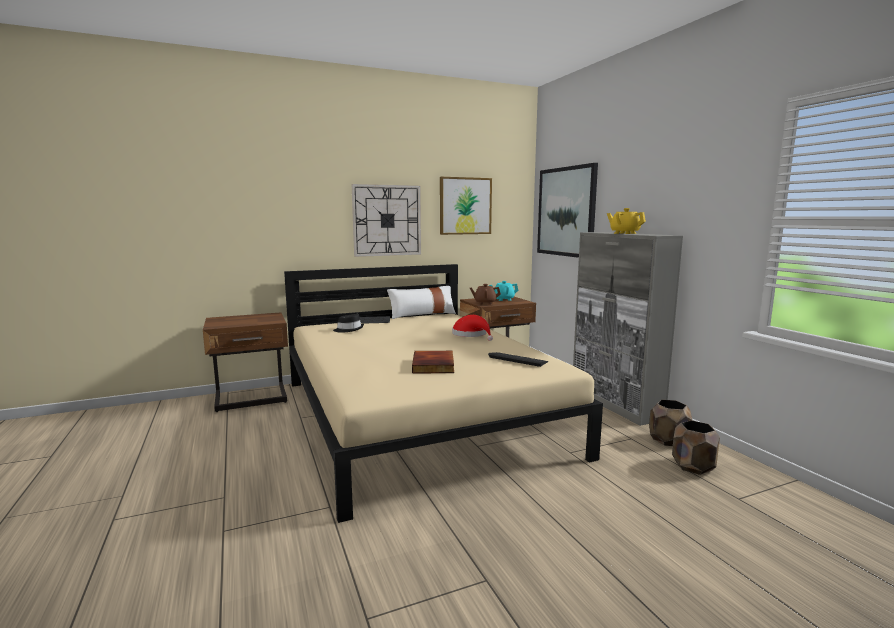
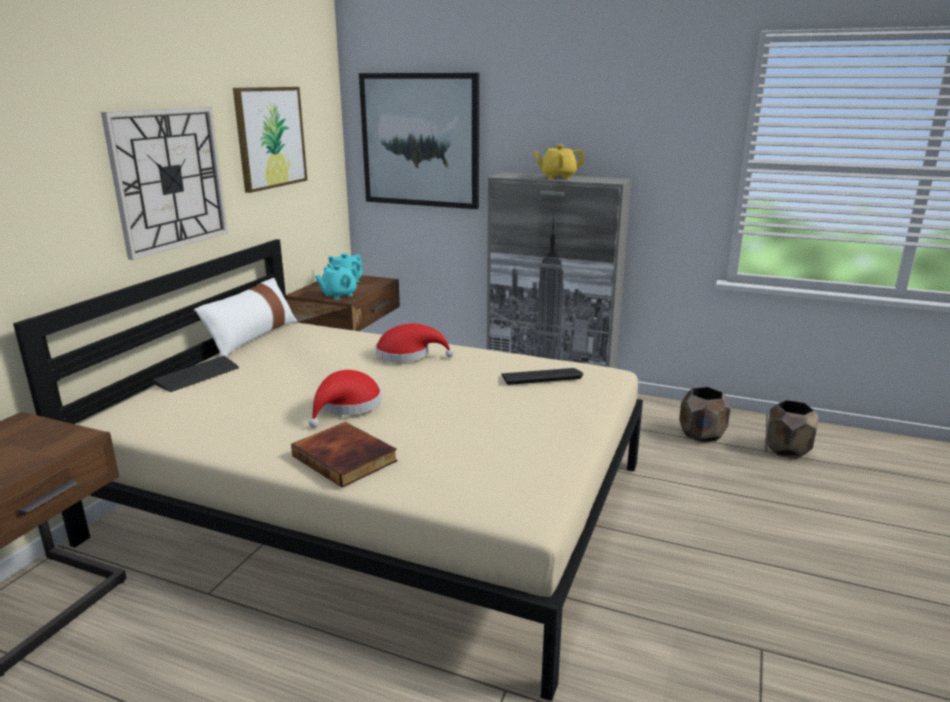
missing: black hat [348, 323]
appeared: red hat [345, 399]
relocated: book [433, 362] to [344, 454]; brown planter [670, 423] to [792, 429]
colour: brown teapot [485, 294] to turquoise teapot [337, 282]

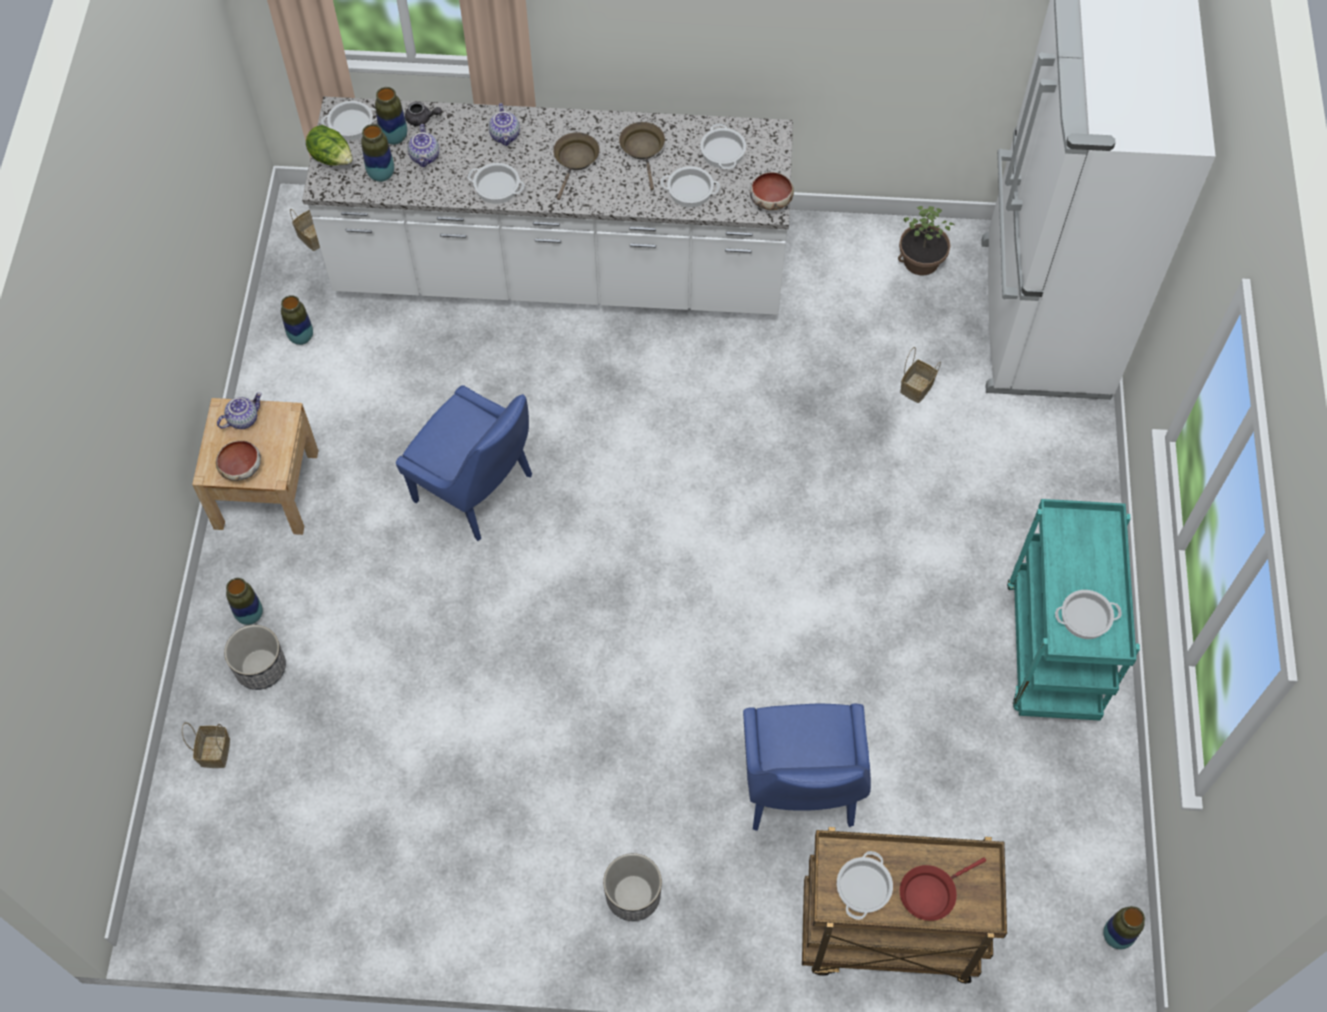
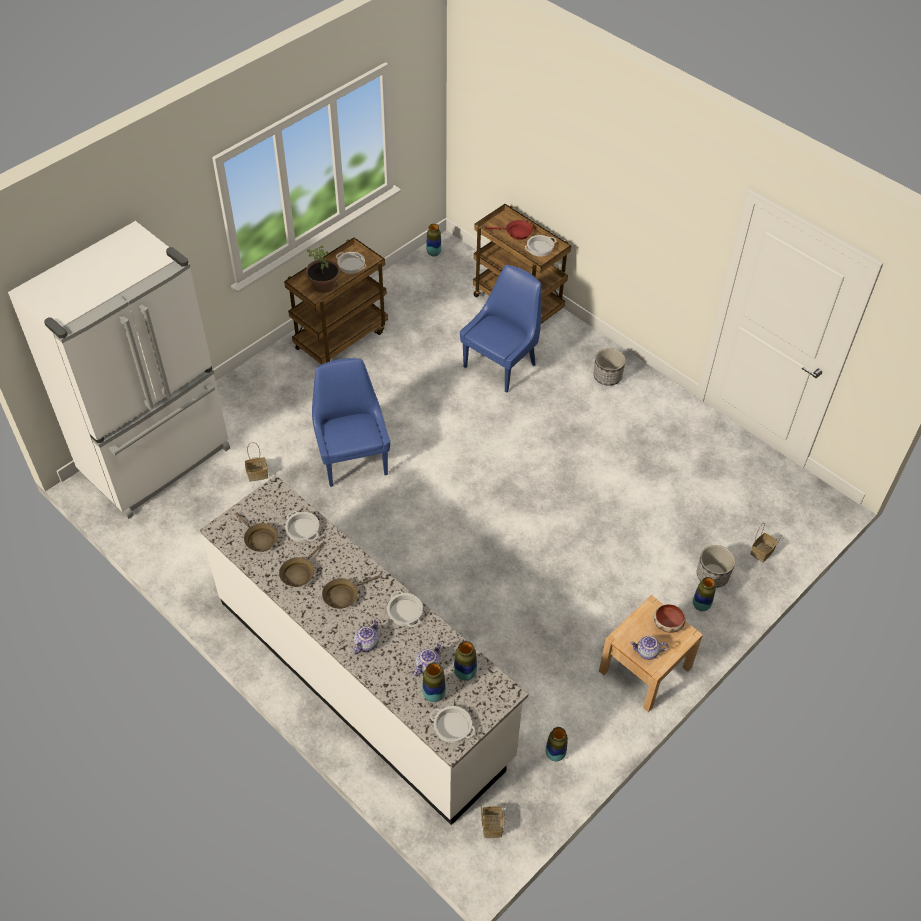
missing: lettuce [329, 145]; grey teapot [423, 113]; bowl [772, 191]
relocated: blue chair [464, 463] to [351, 422]; potted plant [926, 240] to [323, 269]
exchanged: cooking pot [723, 146] to brown frying pan [256, 532]
colour: turquoise cart [1073, 610] to brown cart [336, 301]

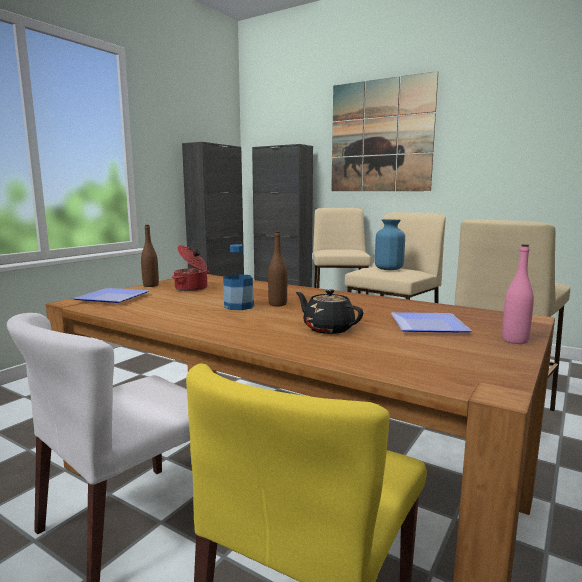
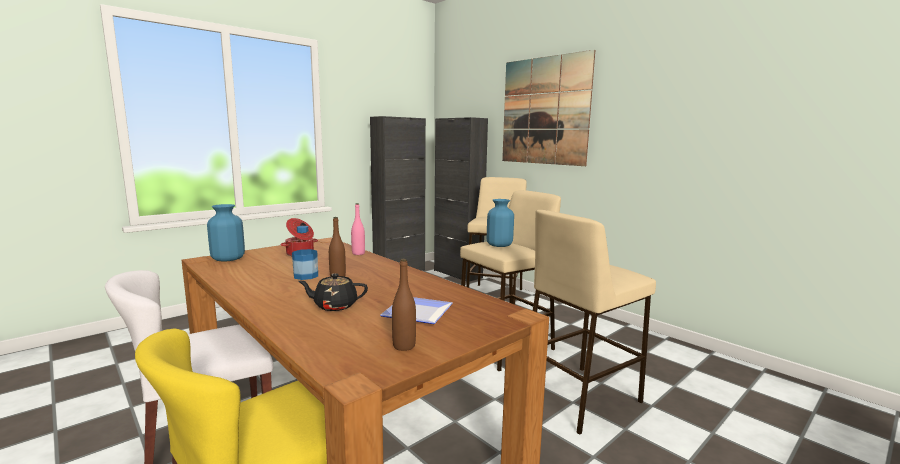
relocated: brown bottle [150, 256] to [404, 305]; pink bottle [518, 294] to [358, 229]
exchanged: plate [111, 295] to blue vase [226, 233]
spun: black teapot [329, 311] = [333, 292] 60 degrees counterclockwise

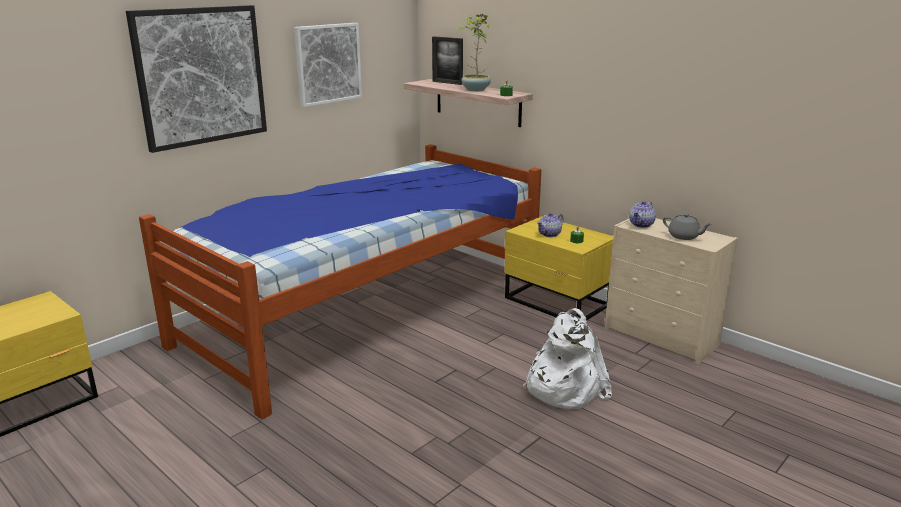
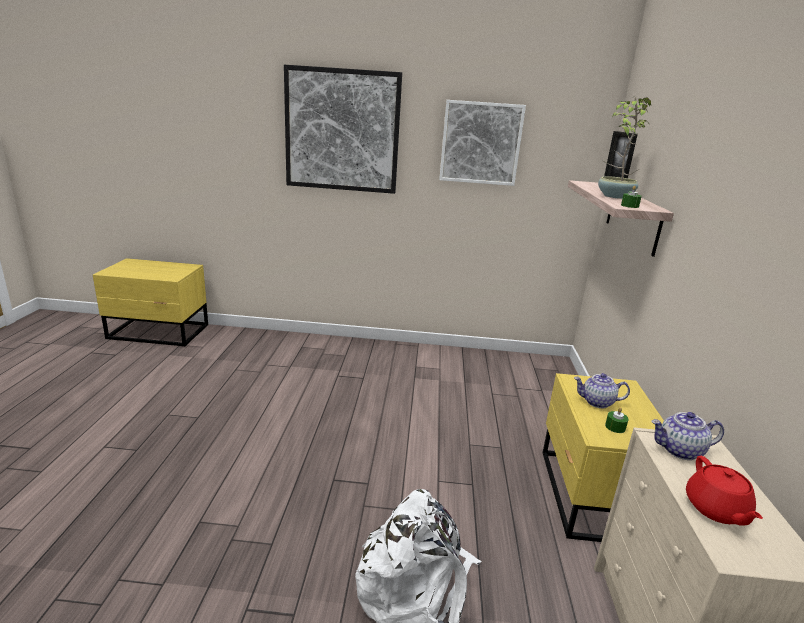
missing: bed [340, 281]
colour: grey teapot [687, 226] to red teapot [724, 490]

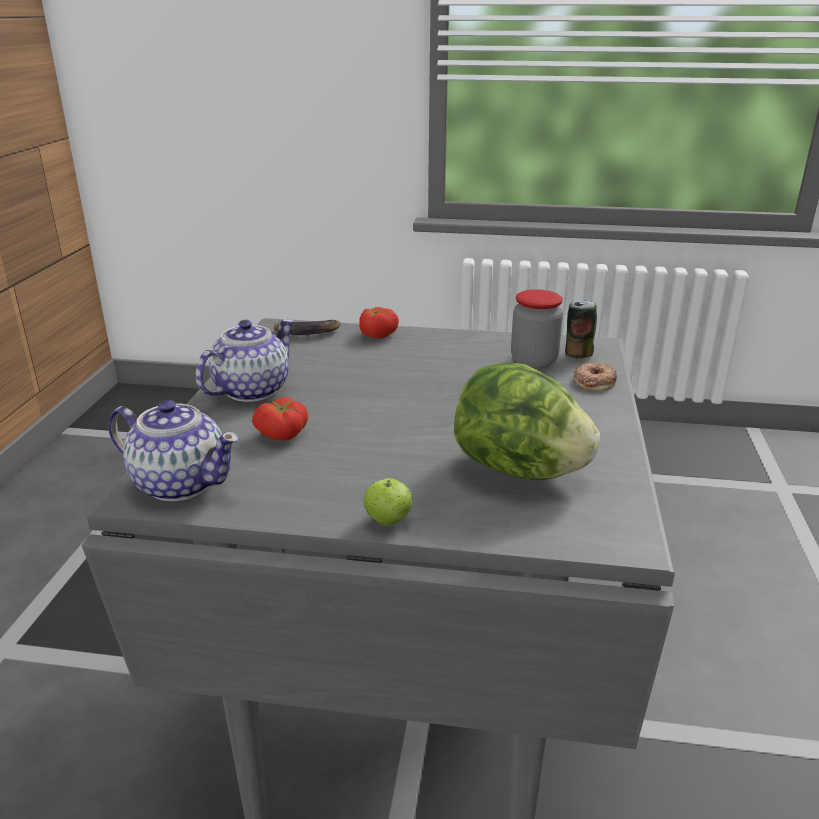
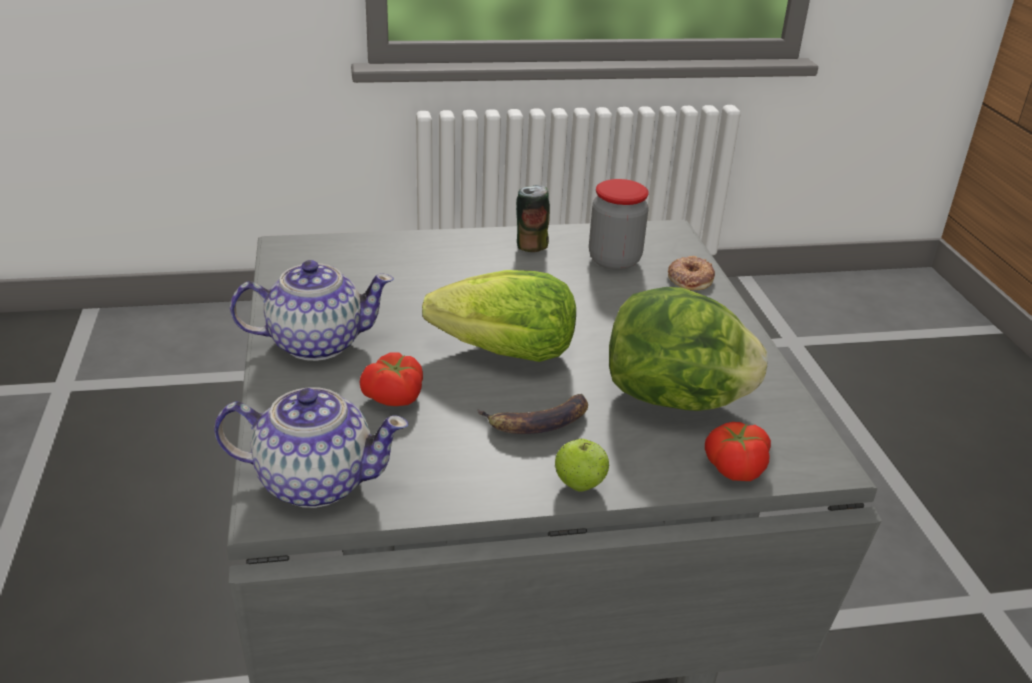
appeared: lettuce [499, 316]
relocated: banana [307, 327] to [532, 414]; tomato [379, 323] to [738, 451]; can [581, 329] to [533, 218]
spun: teapot [244, 360] = [312, 310] 60 degrees clockwise

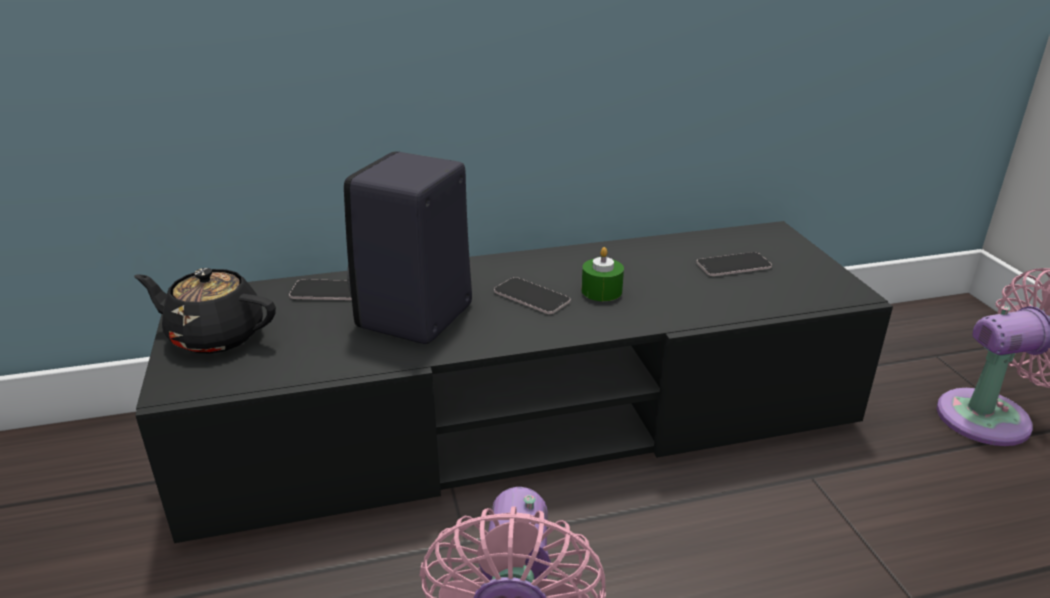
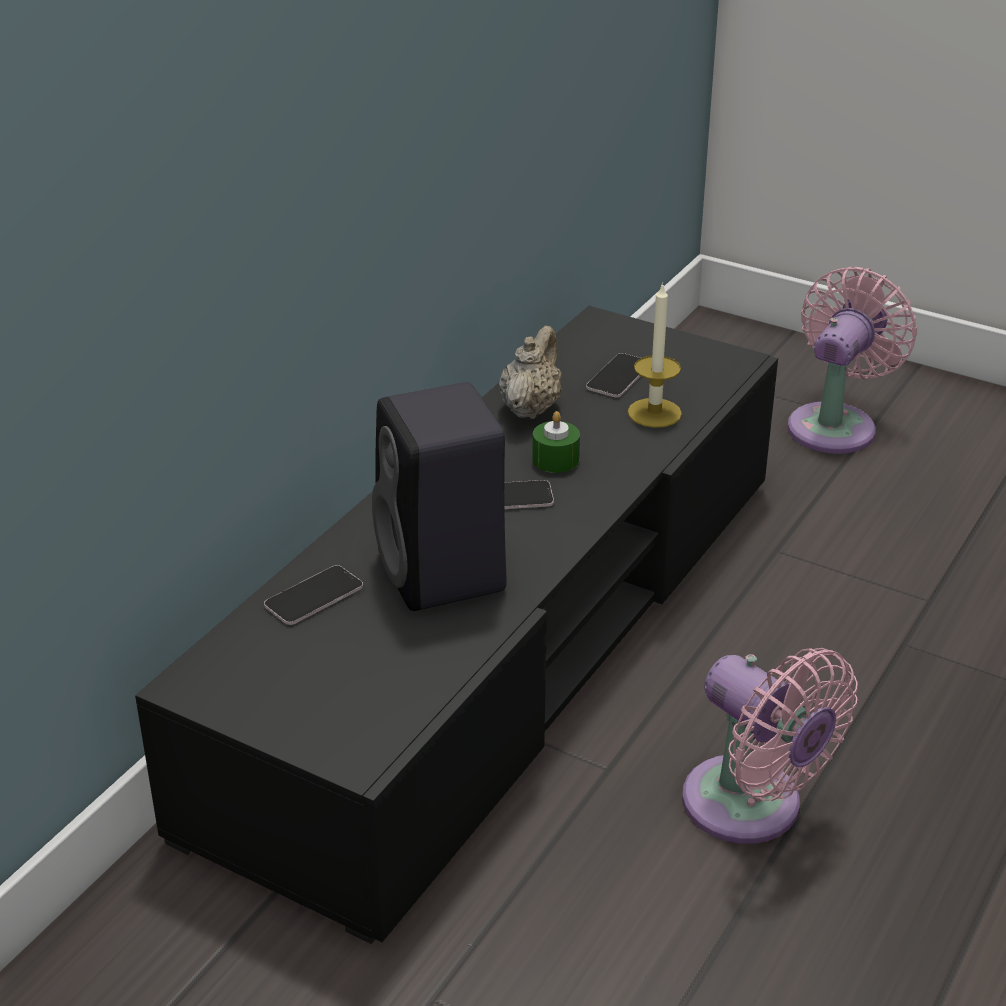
missing: black teapot [205, 311]
appeared: beige teapot [530, 372]; candle [655, 355]

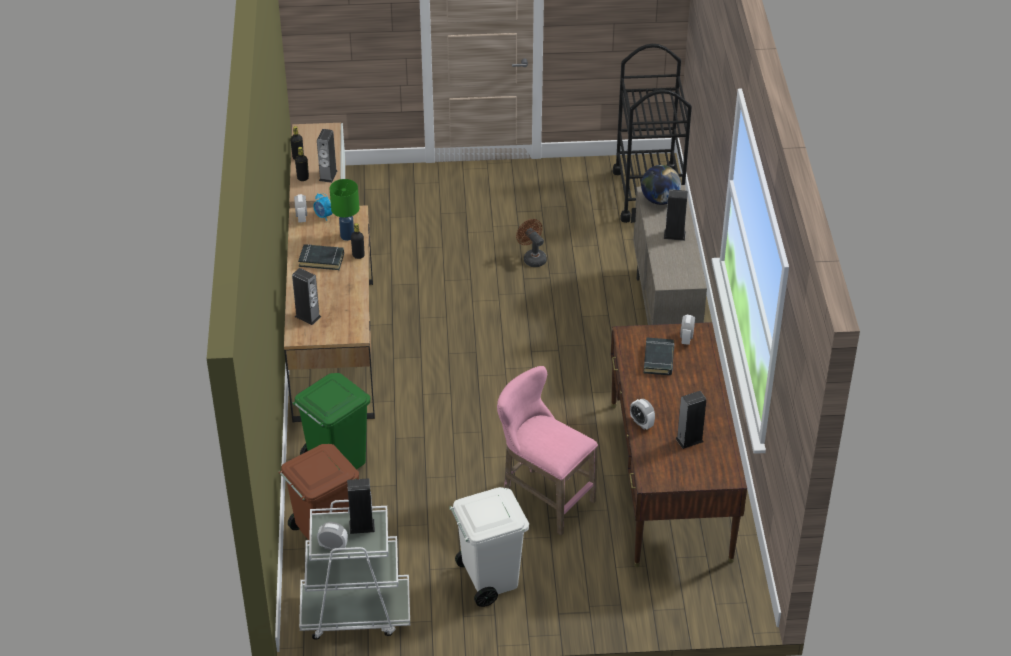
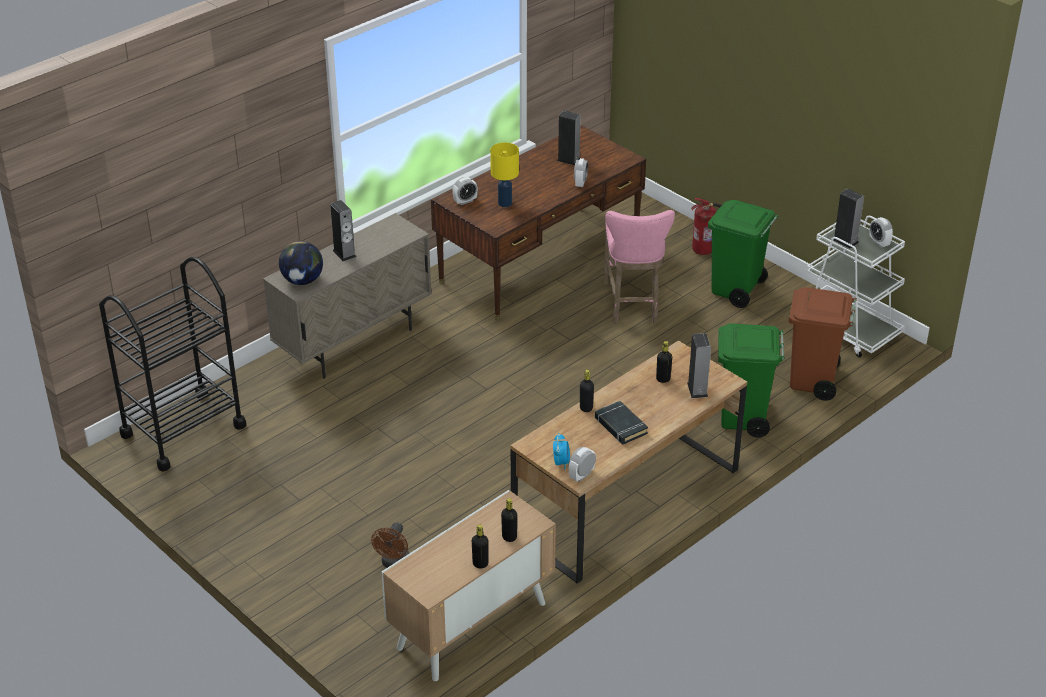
missing: speaker [327, 156]; green table lamp [344, 210]
appeared: black bottle [664, 362]; fire extinguisher [706, 226]
relocated: brown fan [531, 243] to [390, 545]
exchanged: black book [659, 356] to yellow table lamp [504, 174]
colour: white trash can [489, 547] to green trash can [743, 254]

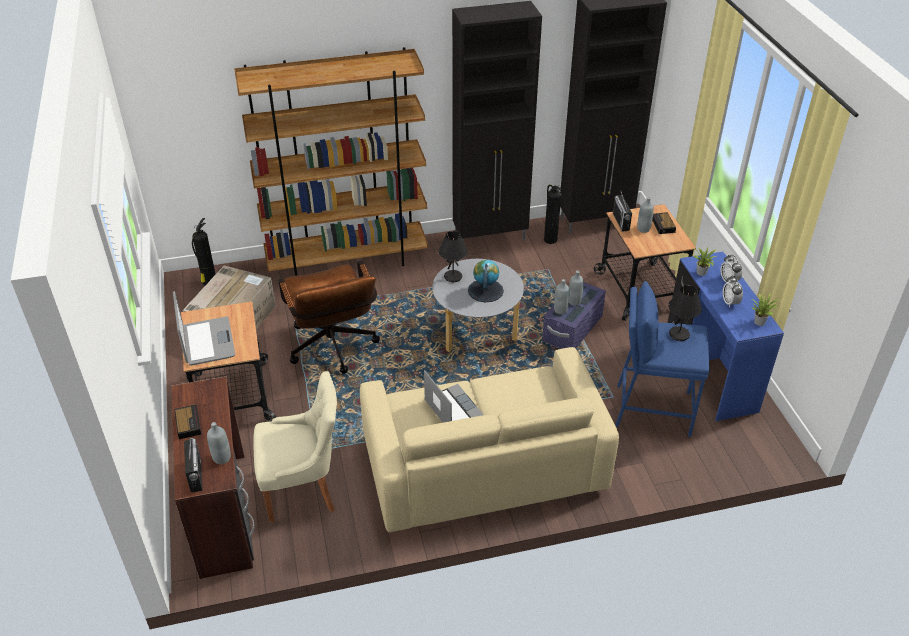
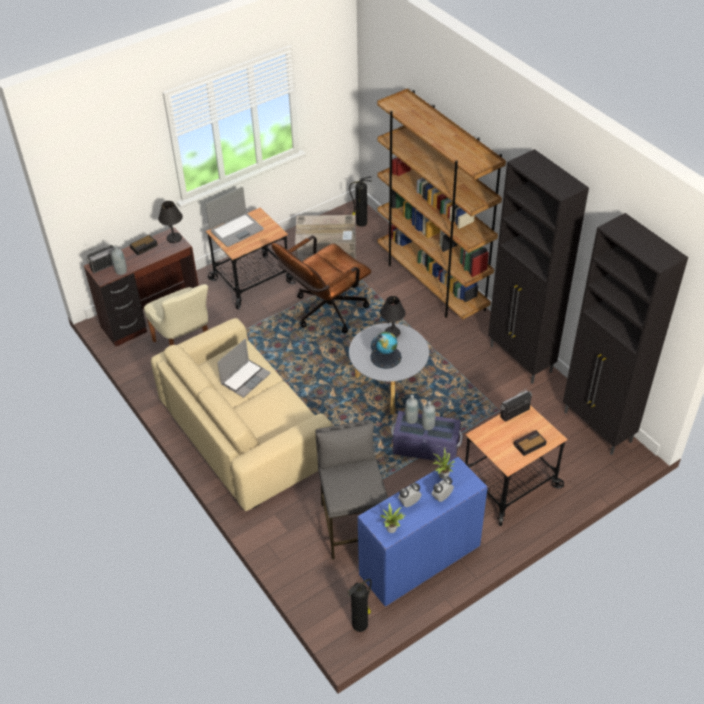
missing: grey bottle [645, 215]
relocated: fire extinguisher [553, 214] to [360, 605]; black table lamp [685, 313] to [170, 222]
colour: blue stool [662, 359] to grey stool [352, 489]

